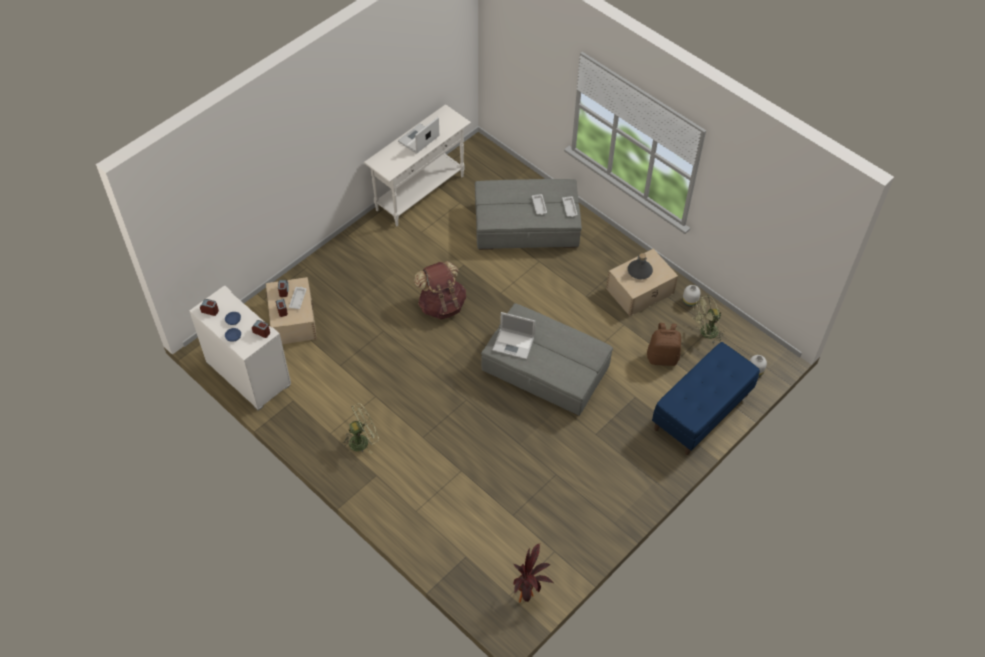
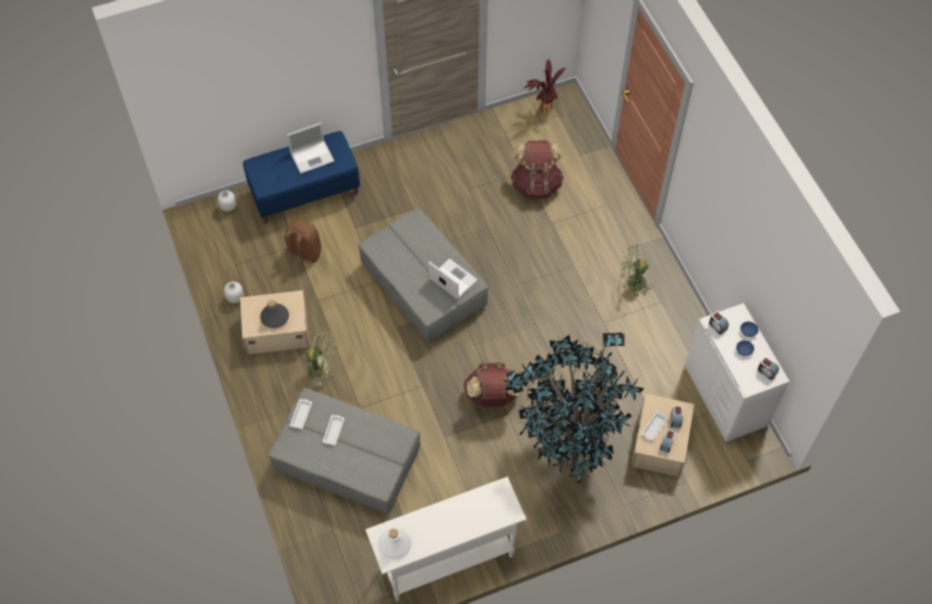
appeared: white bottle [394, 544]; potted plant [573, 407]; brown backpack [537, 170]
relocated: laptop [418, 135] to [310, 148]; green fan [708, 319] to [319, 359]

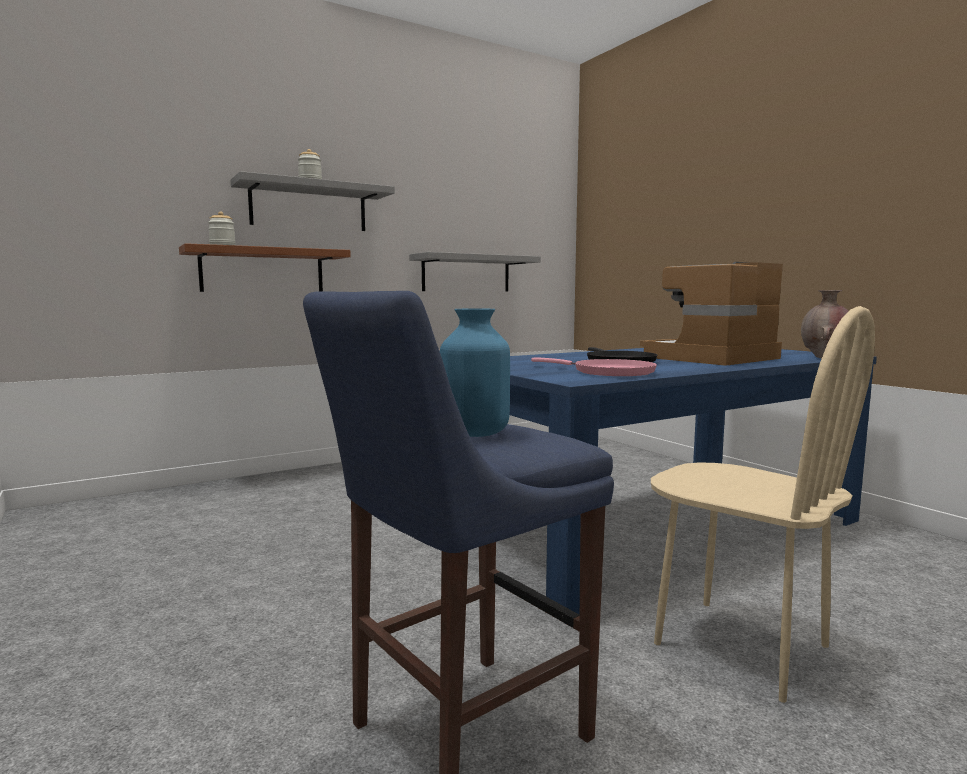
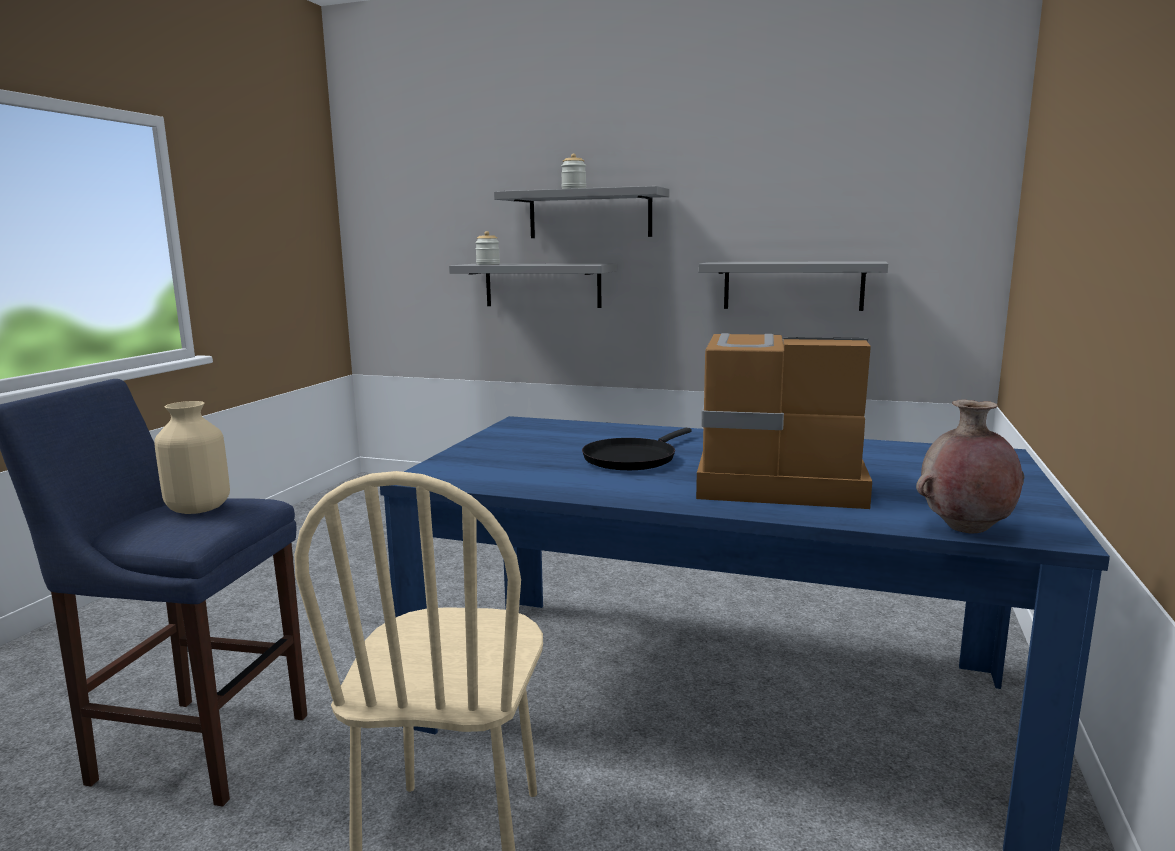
missing: pink frying pan [594, 366]
colour: brown shelf [265, 267] to grey shelf [533, 285]; blue vase [475, 373] to beige vase [192, 457]

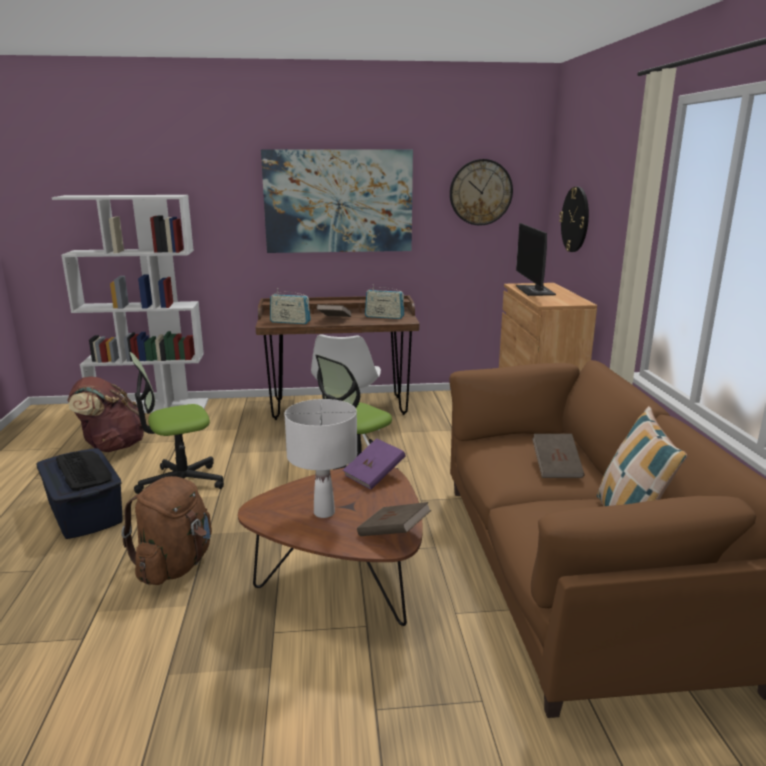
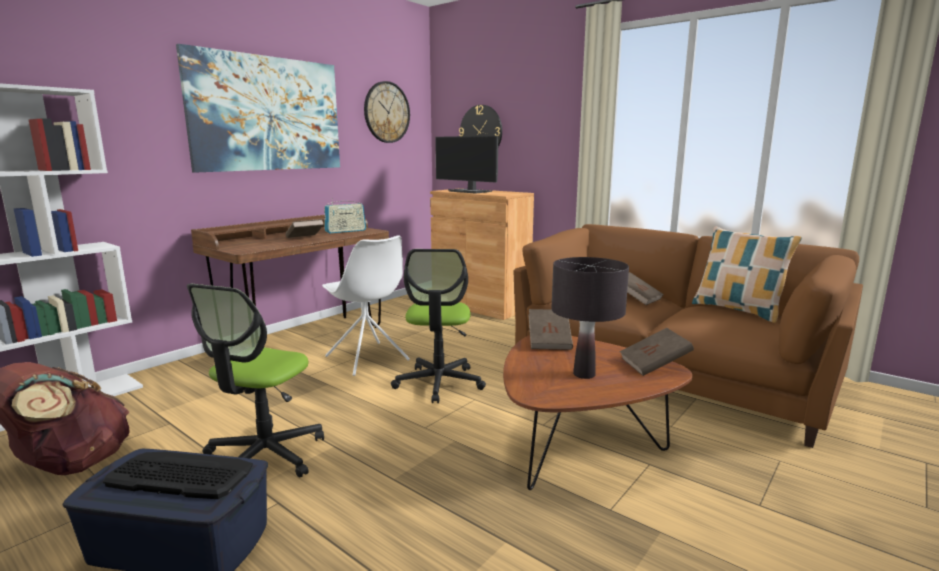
missing: brown backpack [167, 530]; radio [290, 306]
colour: white table lamp [321, 458] to black table lamp [590, 318]; purple book [374, 464] to brown book [550, 329]

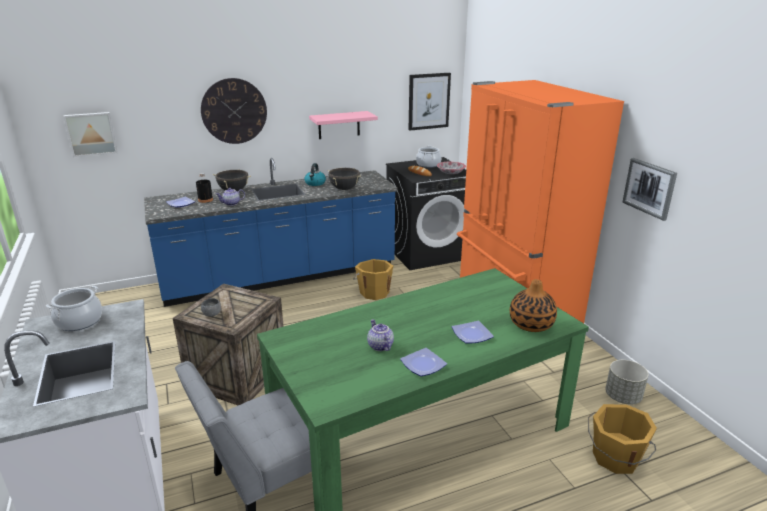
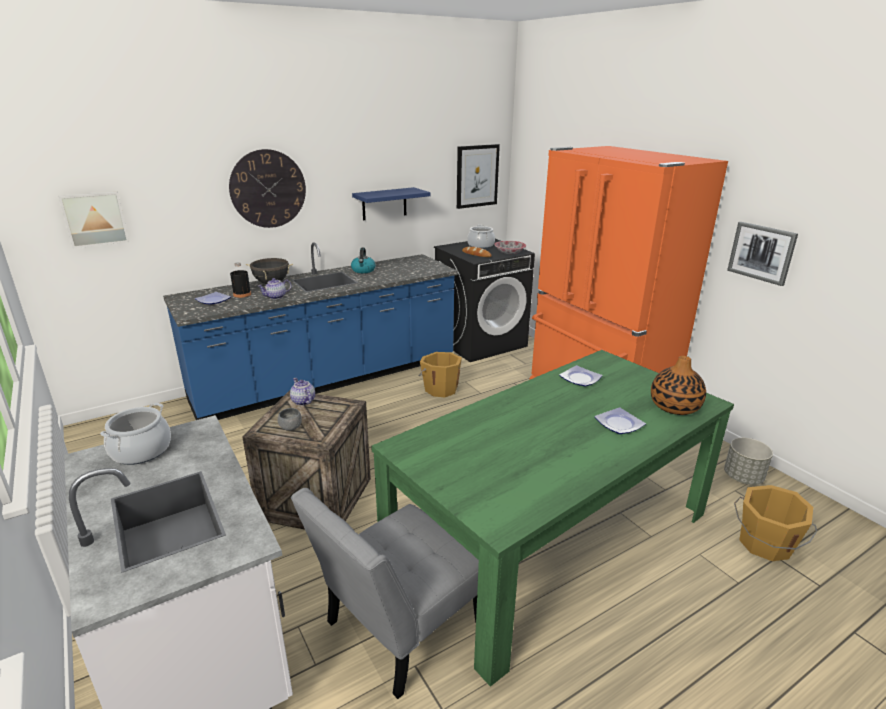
missing: black cooking pot [344, 179]
relocated: teapot [380, 335] to [302, 392]; plate [423, 362] to [581, 376]
colour: pink shelf [343, 125] to blue shelf [391, 203]

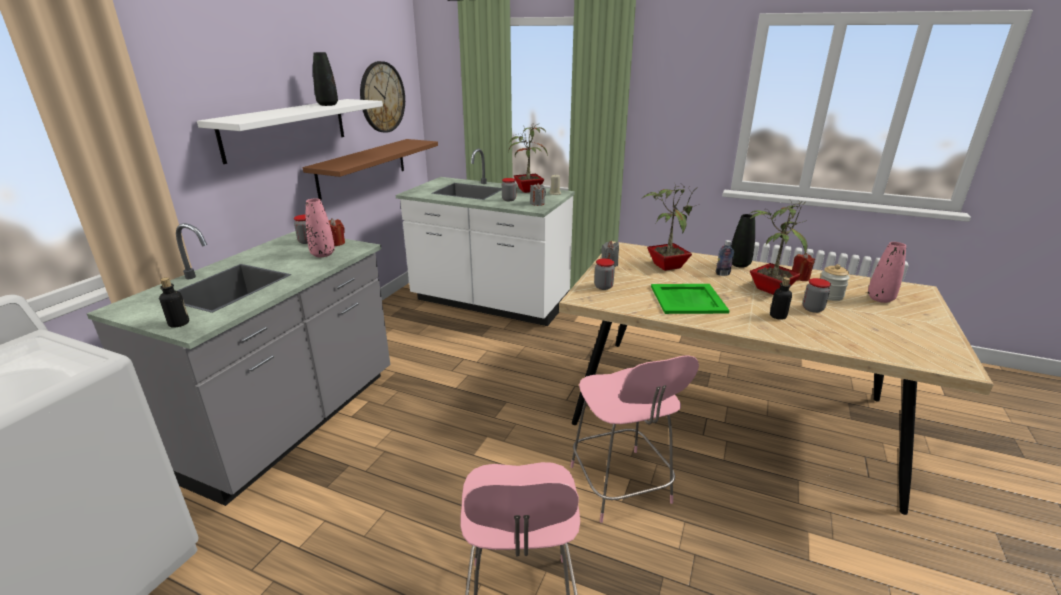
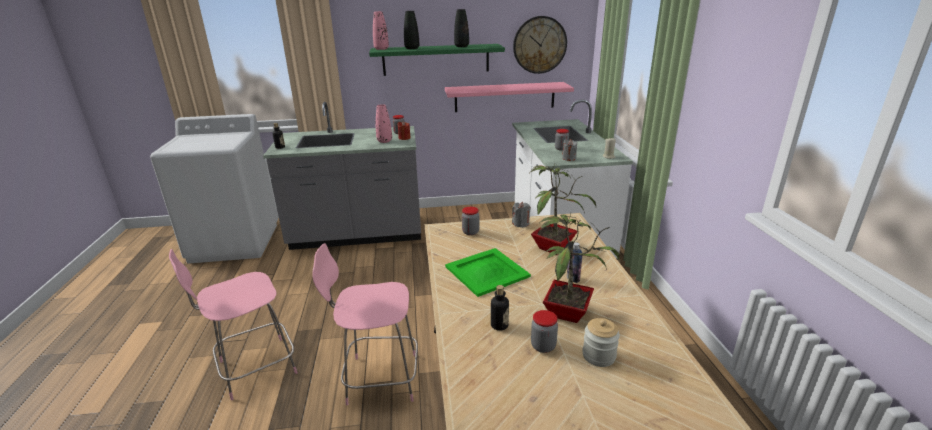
missing: potted plant [528, 158]; red candle [803, 267]
relocated: black vase [743, 241] to [411, 30]; pink vase [887, 272] to [381, 30]
colour: white shelf [290, 131] to green shelf [437, 60]; brown shelf [370, 169] to pink shelf [509, 97]
spun: pink chair [634, 439] = [365, 324] 45 degrees clockwise

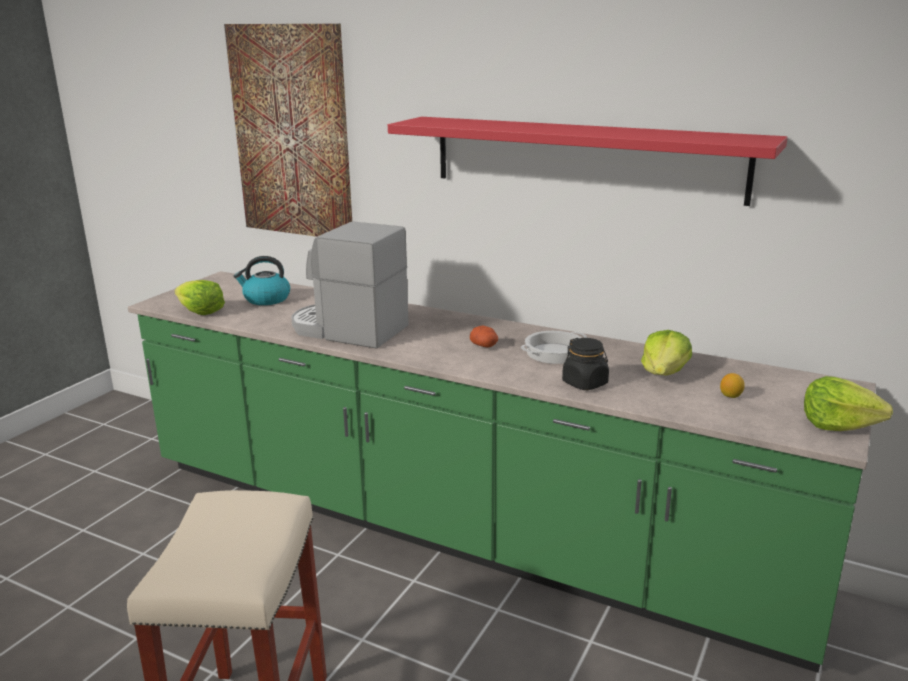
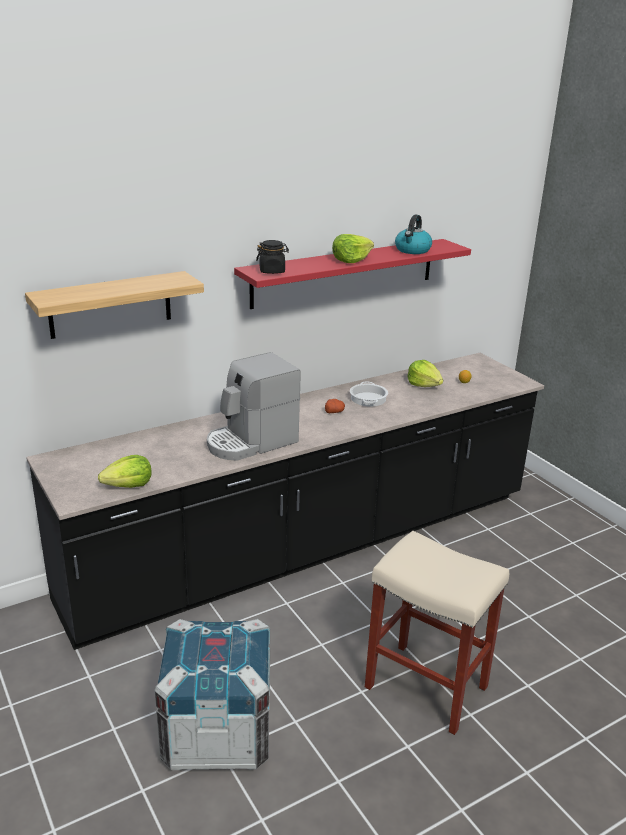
appeared: crate [212, 694]
relocated: kettle [262, 280] to [413, 234]; black jar [585, 364] to [272, 257]; lettuce [848, 403] to [353, 248]
exchanged: picture [288, 130] to shelf [114, 305]
colour: green counter [502, 472] to black counter [285, 501]

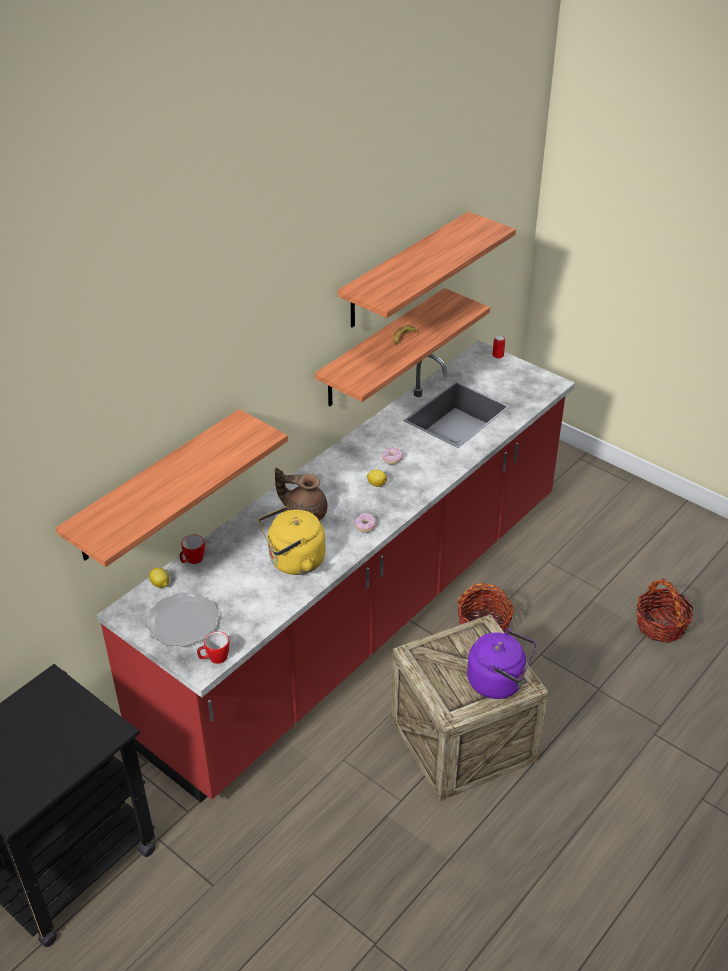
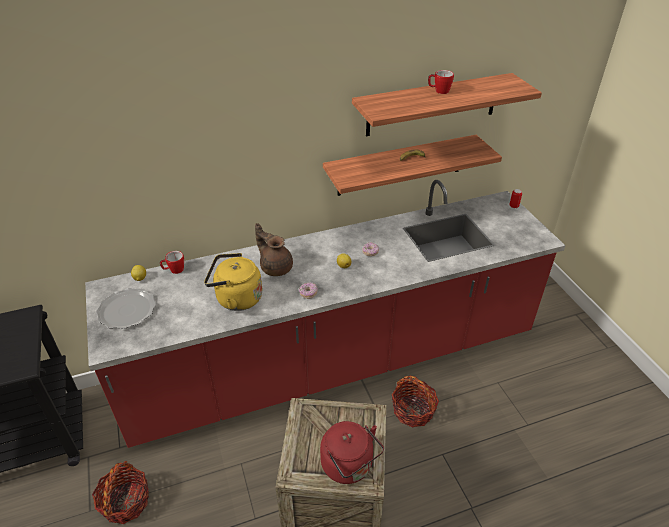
missing: shelf [172, 488]
relocated: mug [213, 647] to [441, 82]; basket [665, 610] to [120, 492]
colour: purple kettle [501, 664] to red kettle [352, 452]

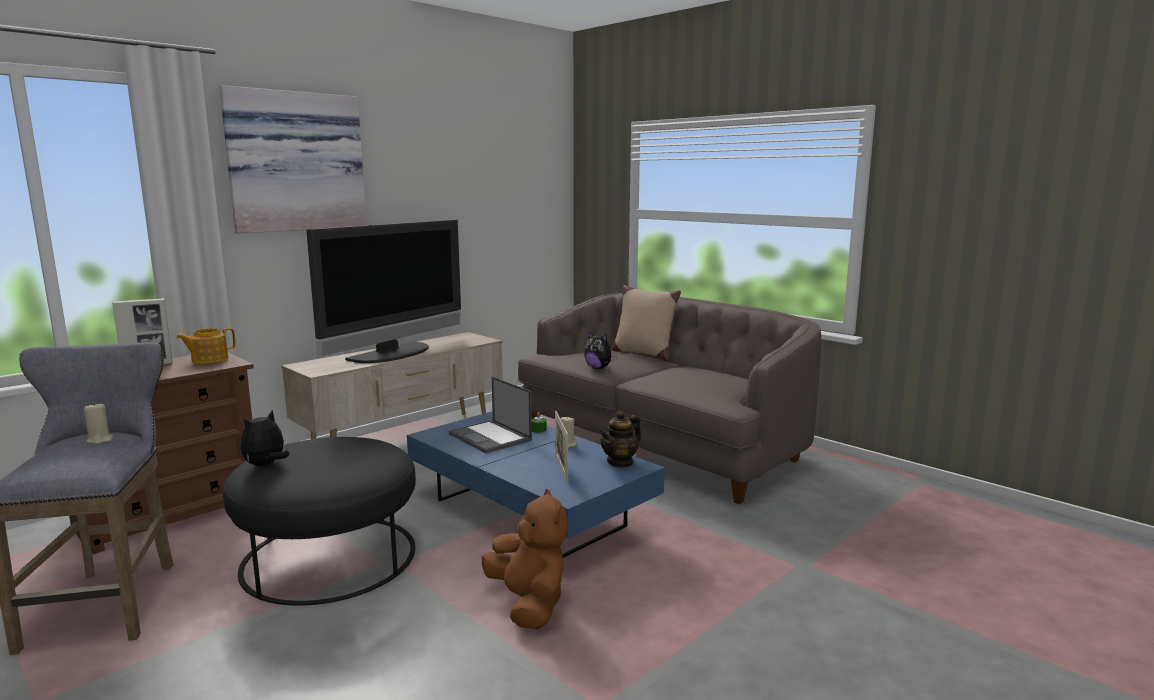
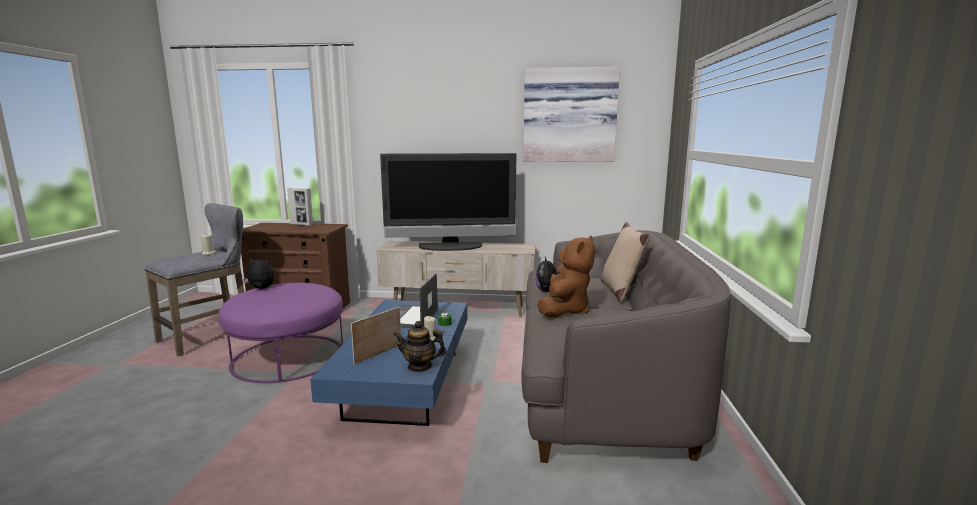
missing: teapot [206, 346]
relocated: picture [293, 159] to [571, 114]; brown plush toy [525, 559] to [566, 277]
colour: black ottoman [319, 521] to purple ottoman [281, 333]

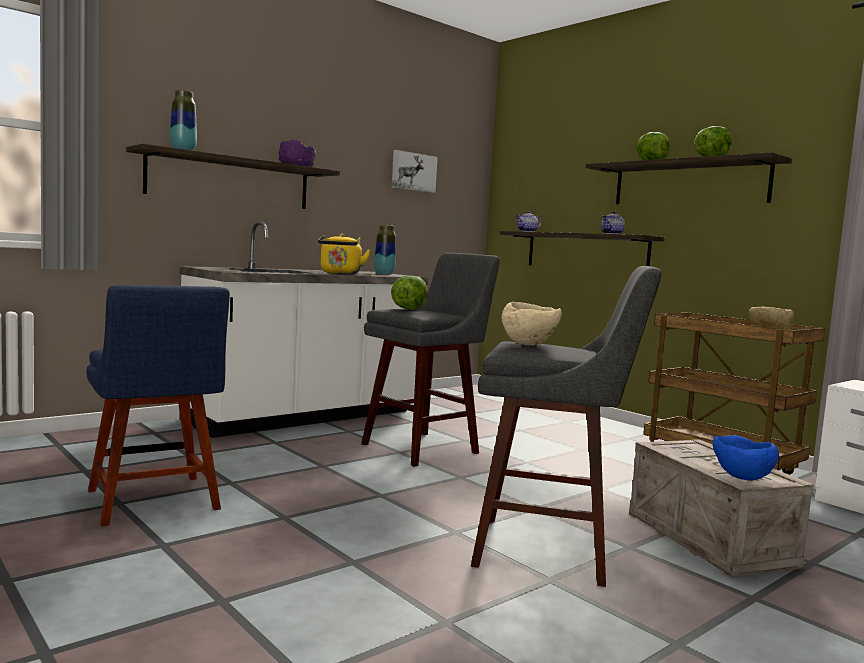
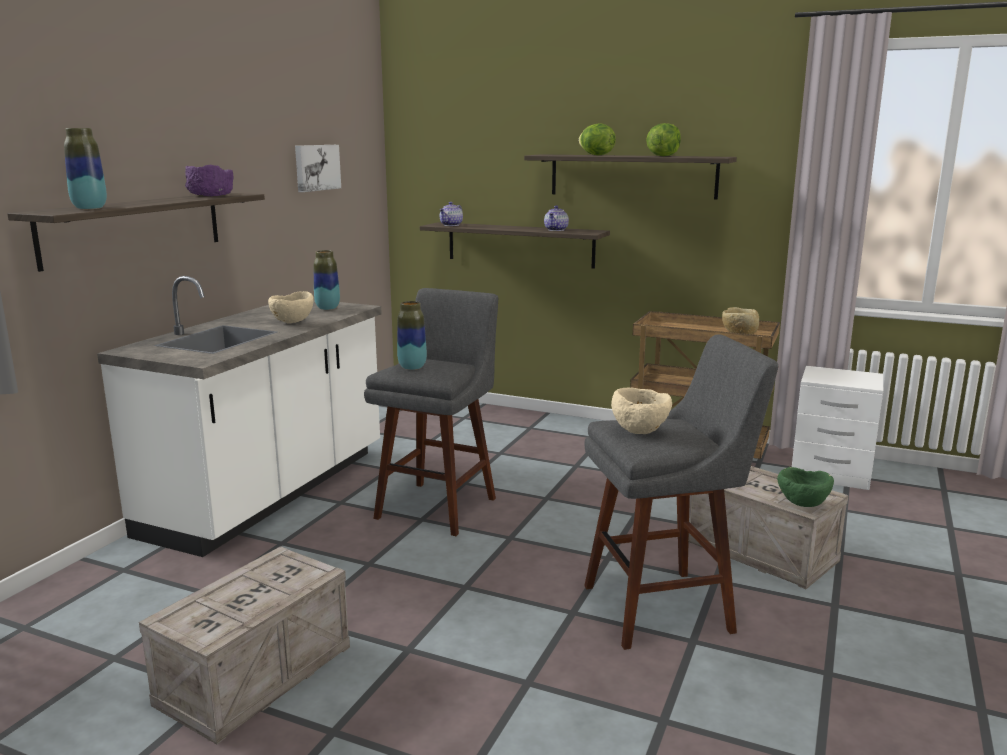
exchanged: blue chair [158, 406] to crate [244, 645]; yellow kettle [344, 254] to beige bowl [291, 307]; lettuce [409, 292] to vase [412, 335]
colour: blue bowl [746, 457] to green bowl [805, 487]

